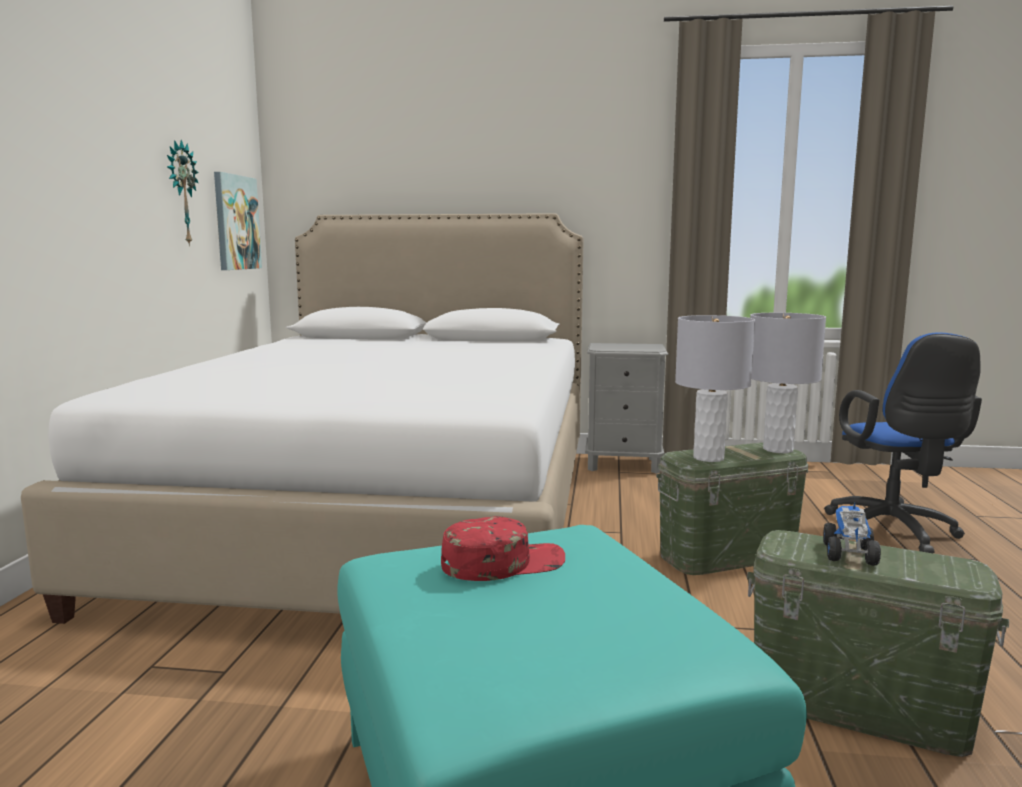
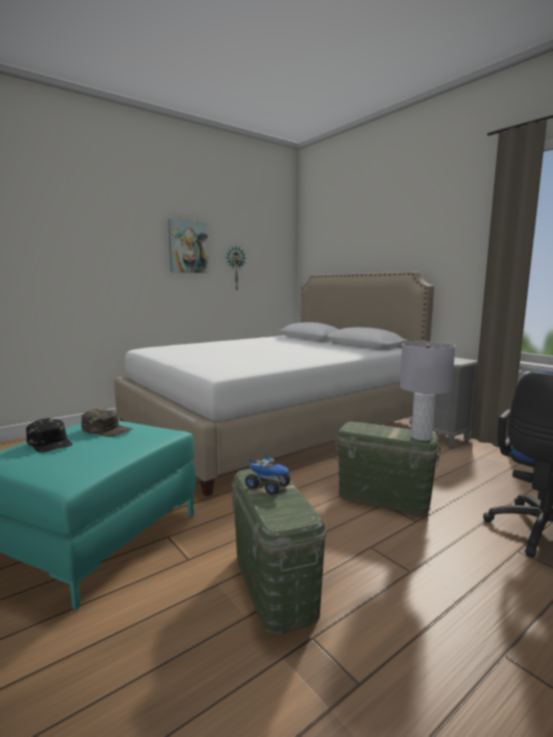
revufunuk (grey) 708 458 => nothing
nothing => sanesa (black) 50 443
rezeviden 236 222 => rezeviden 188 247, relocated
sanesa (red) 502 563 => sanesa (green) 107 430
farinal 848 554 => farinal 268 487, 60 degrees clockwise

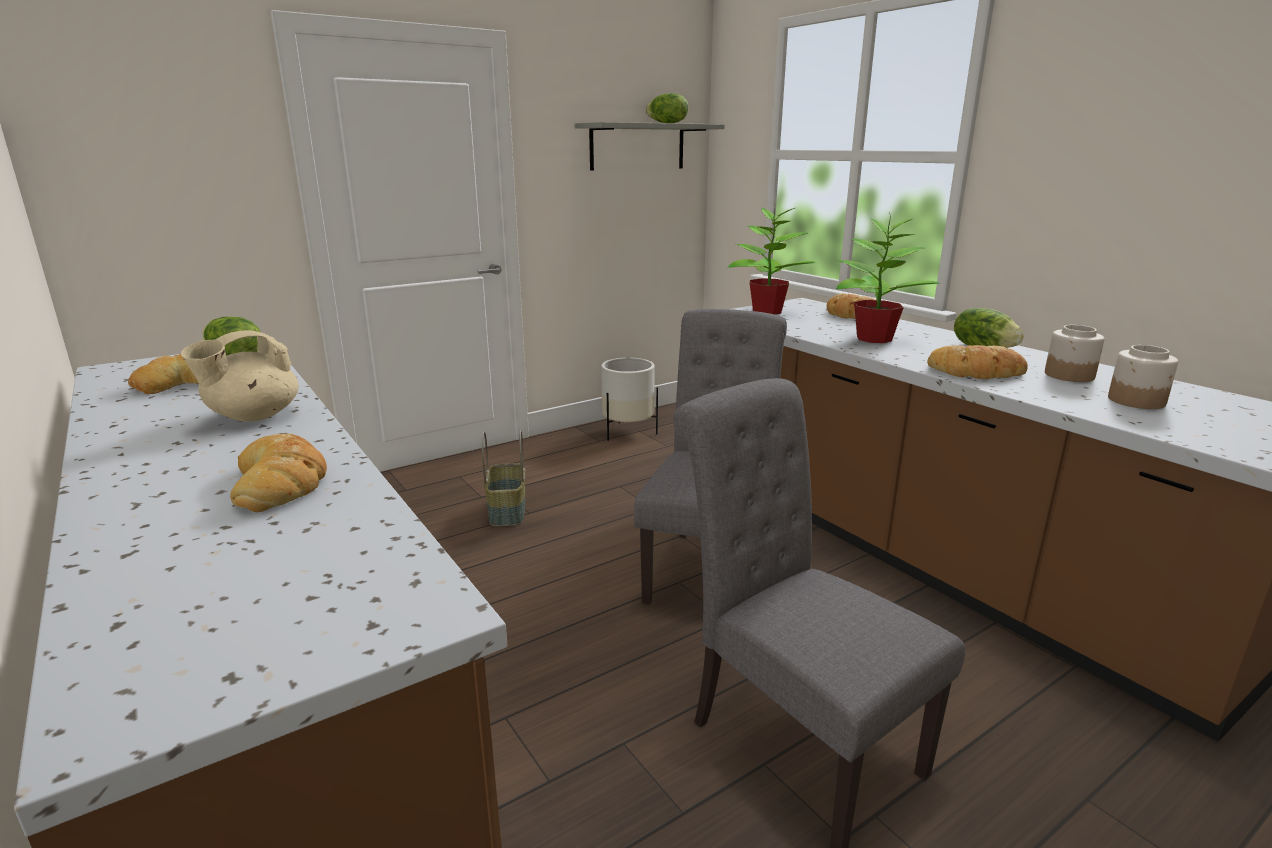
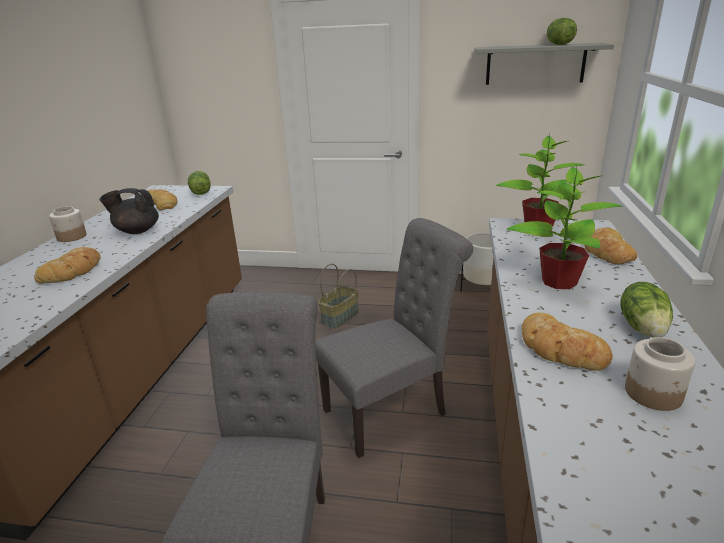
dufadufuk 1137 401 => dufadufuk 71 237, relocated
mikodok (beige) 253 416 => mikodok (black) 137 231

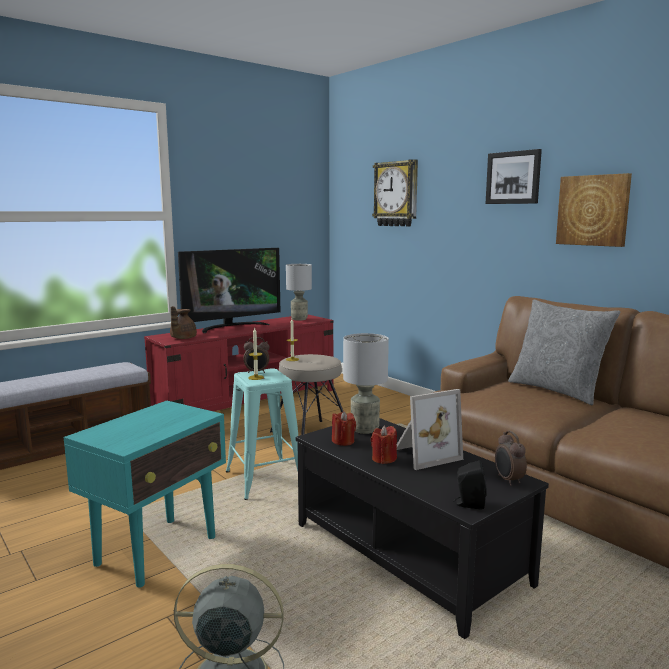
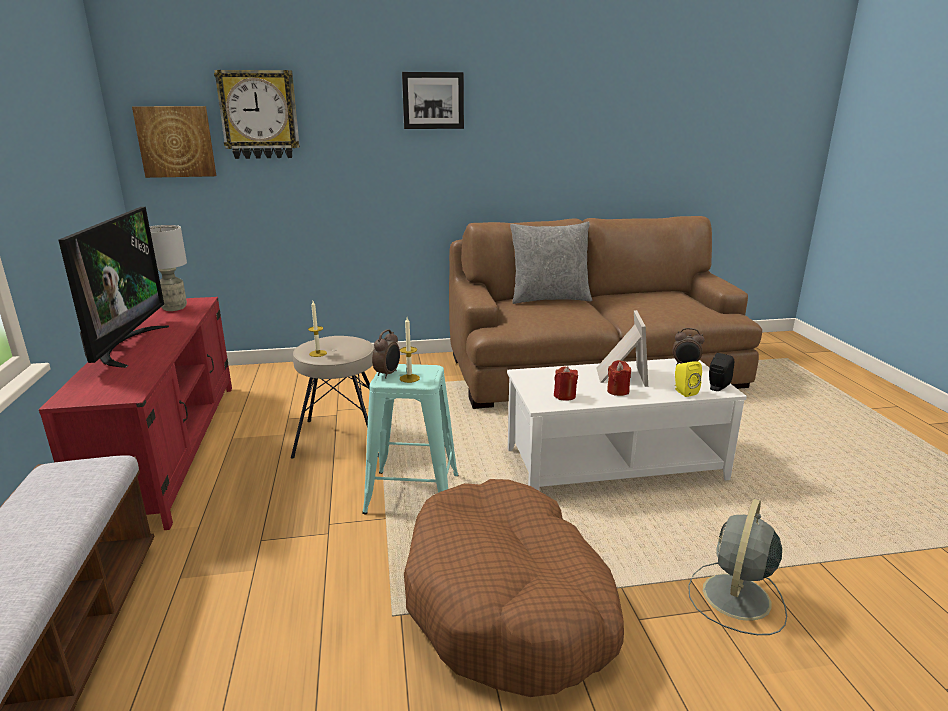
mikodok (brown) 182 338 => nothing
revufunuk (grey) 364 429 => nothing
nothing => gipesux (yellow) 684 392
rezeviden 593 210 => rezeviden 176 142, relocated
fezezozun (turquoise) 158 550 => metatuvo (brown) 509 603
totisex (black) 409 553 => totisex (white) 613 463

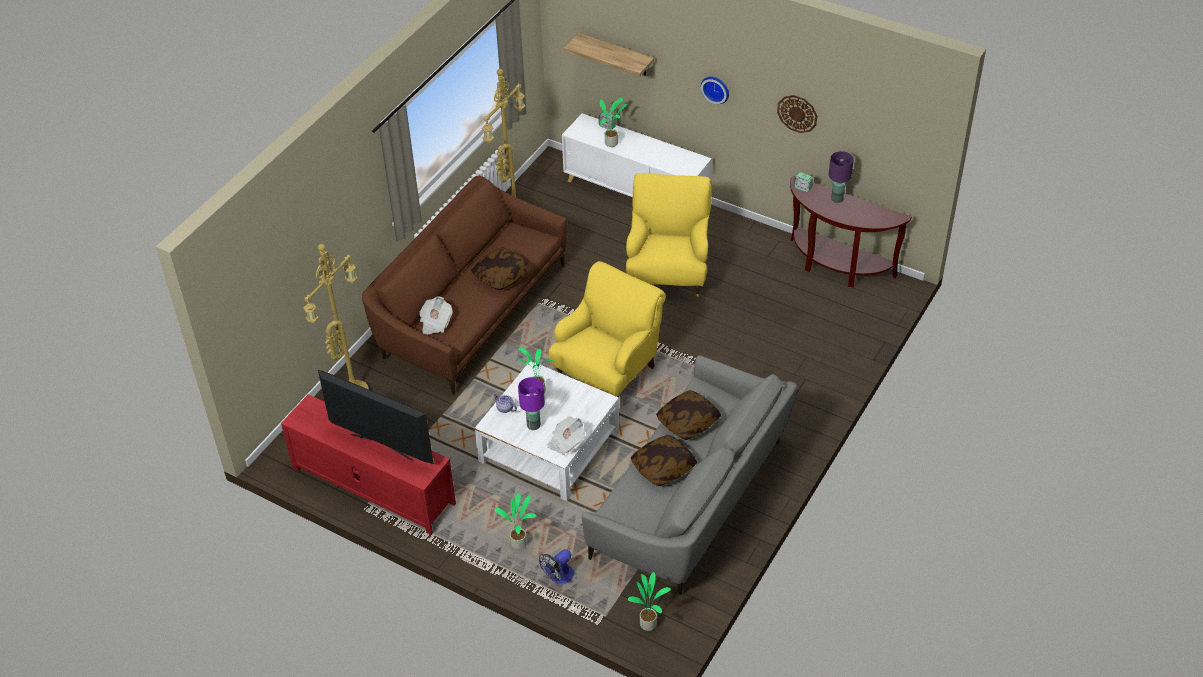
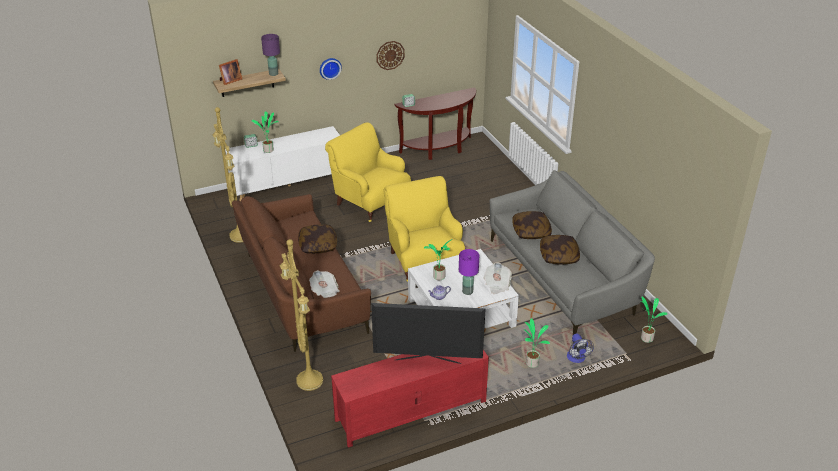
nothing => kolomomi 230 81
revufunuk (purple) 837 199 => revufunuk (purple) 273 74, relocated
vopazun 381 448 => vopazun 427 361, 150 degrees counterclockwise

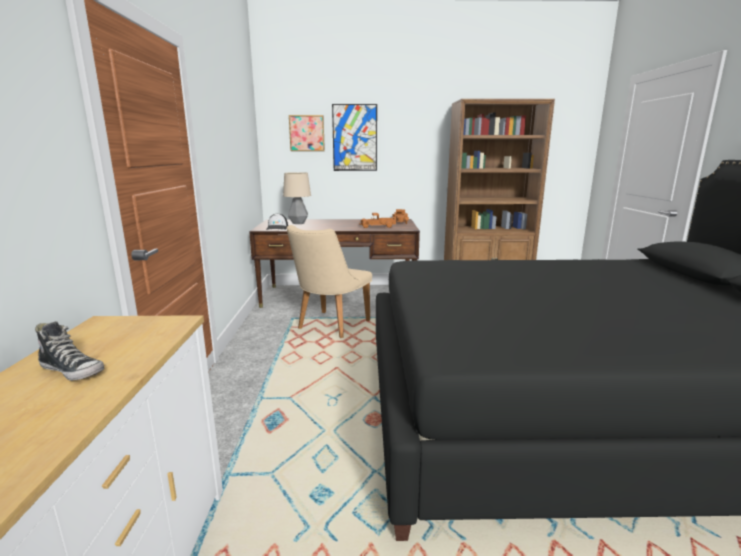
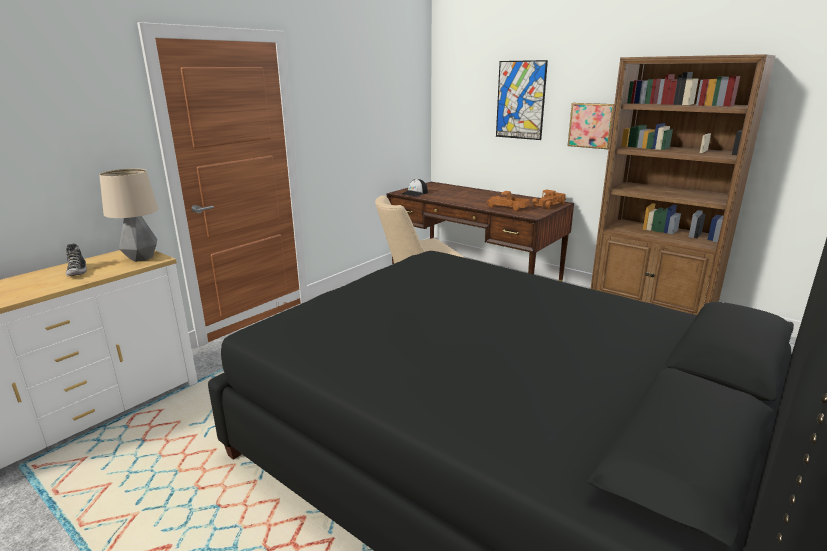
revufunuk 298 223 => revufunuk 141 258, relocated
rezeviden 307 133 => rezeviden 591 125, relocated

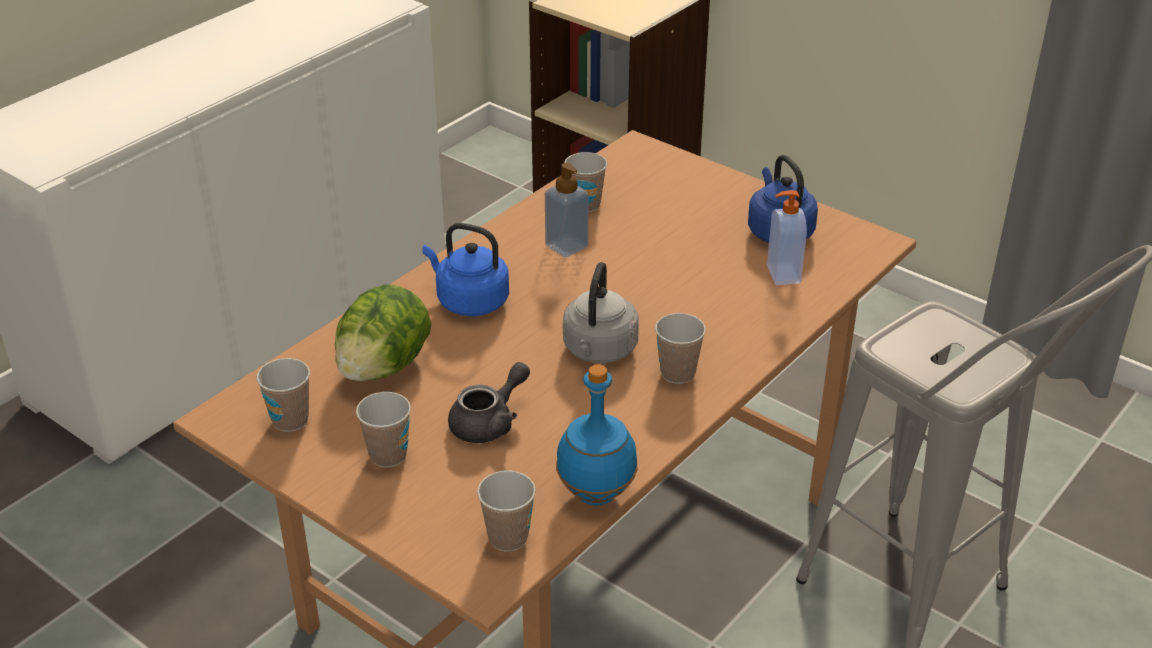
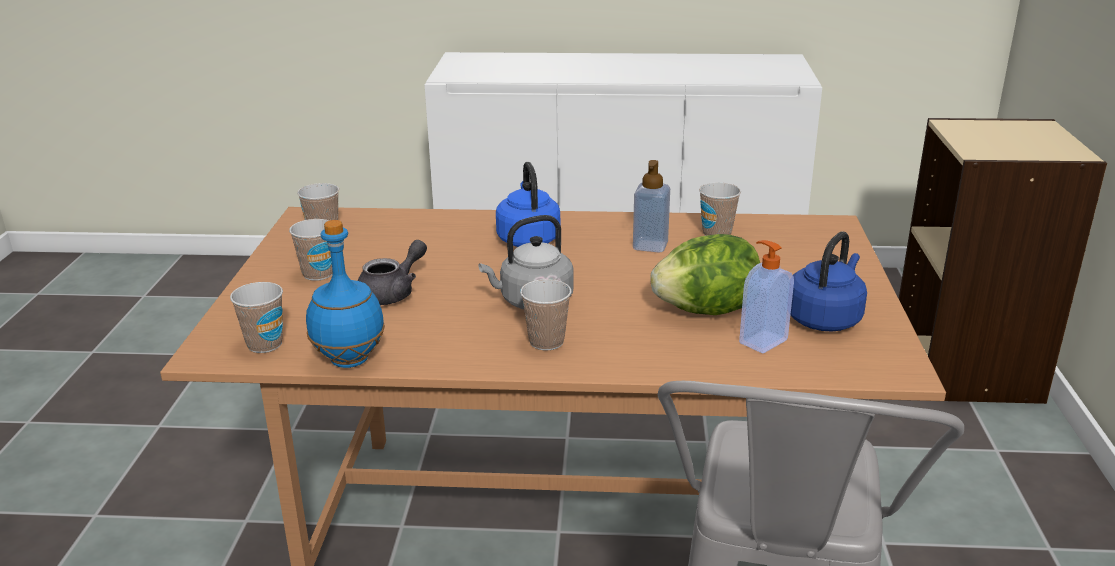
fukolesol 383 367 => fukolesol 707 310, relocated
mikodok (grey) 489 422 => mikodok (grey) 393 293, 60 degrees counterclockwise

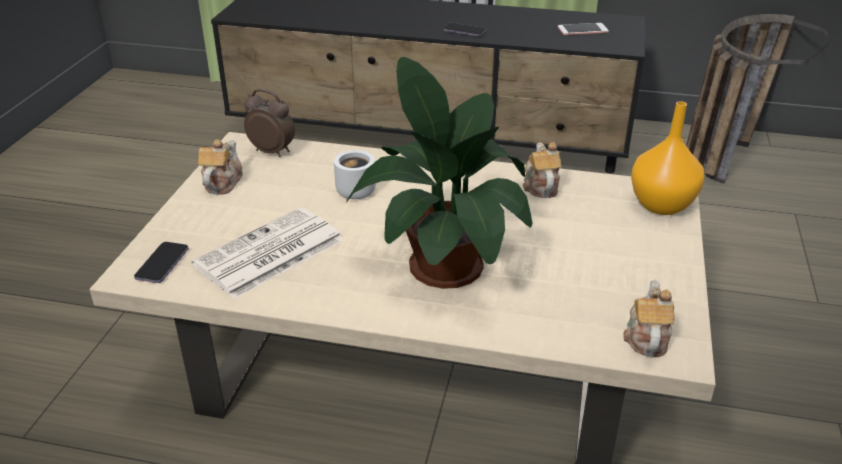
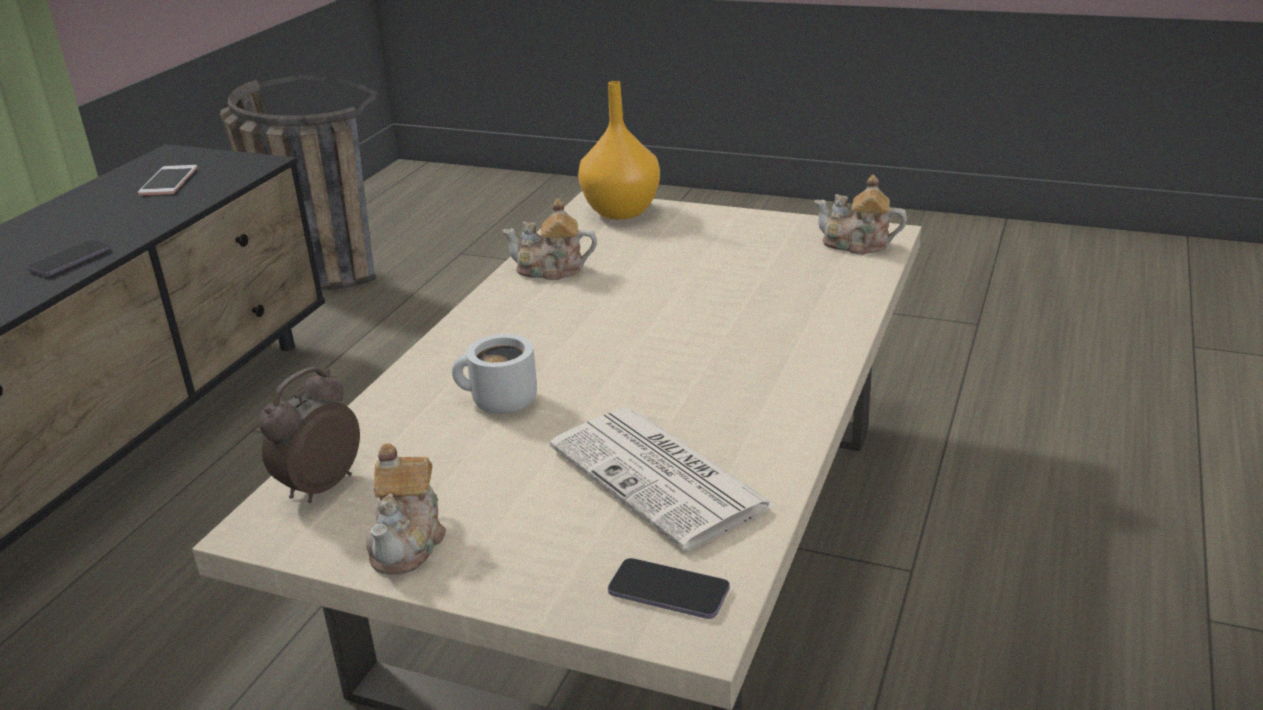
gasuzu 443 261 => nothing
mikodok 222 183 => mikodok 409 541, 105 degrees counterclockwise

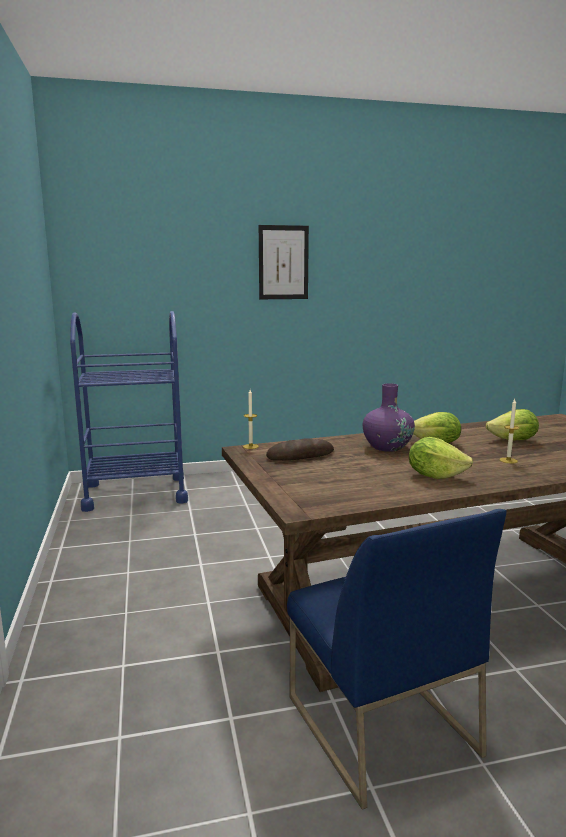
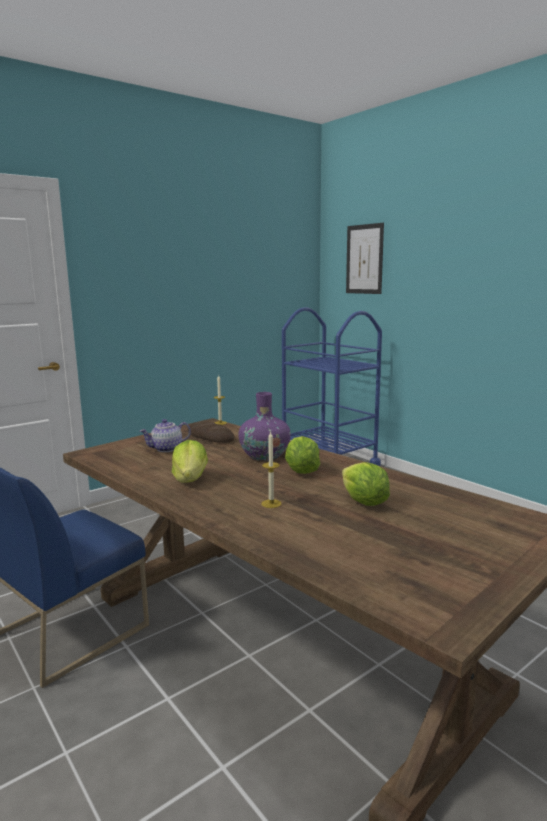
nothing => mikodok 166 449
rezeviden 283 262 => rezeviden 364 259, relocated

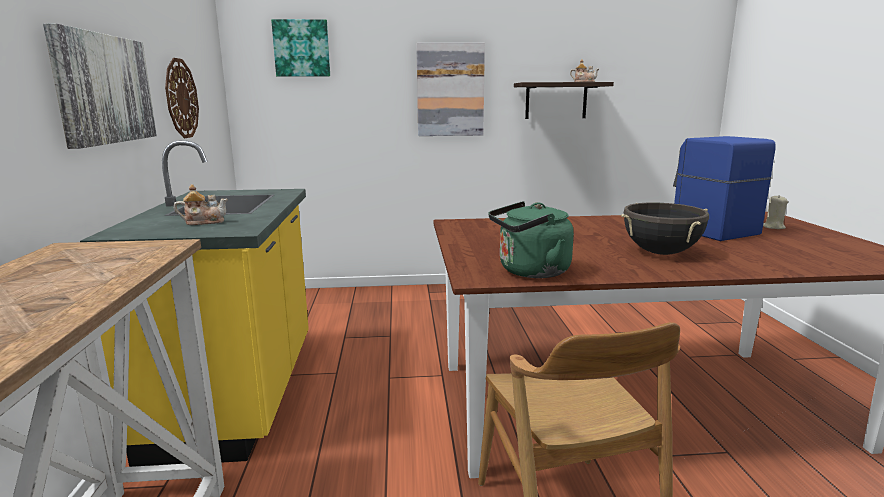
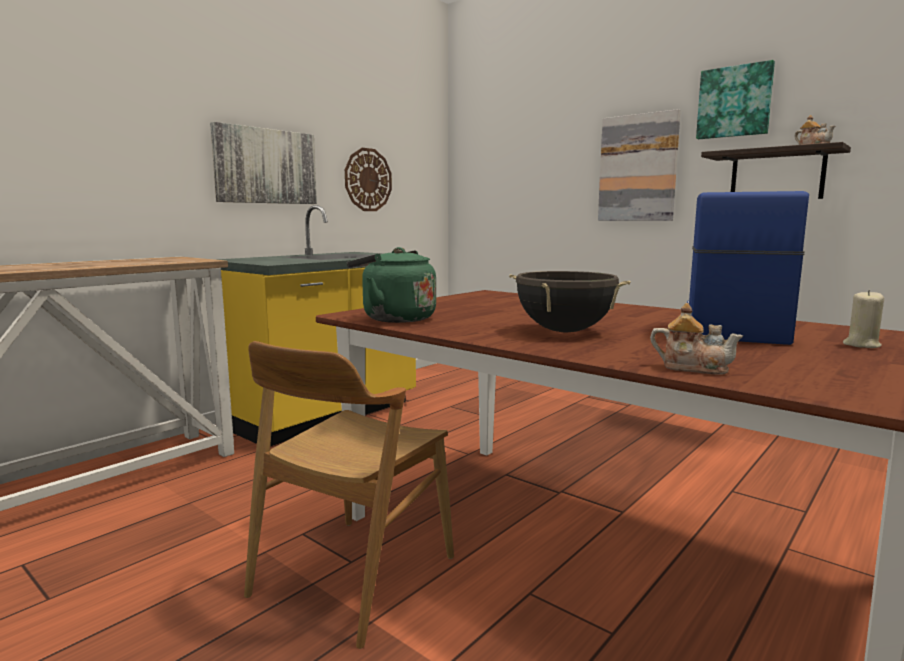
mikodok 204 222 => mikodok 693 368, relocated
rezeviden 302 48 => rezeviden 734 102, relocated

